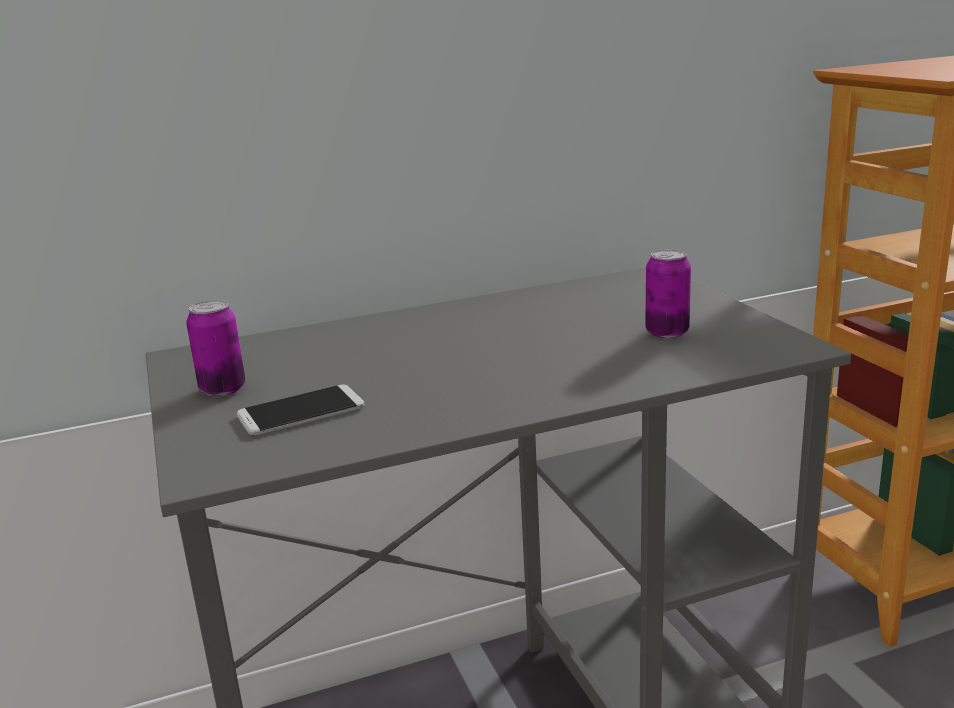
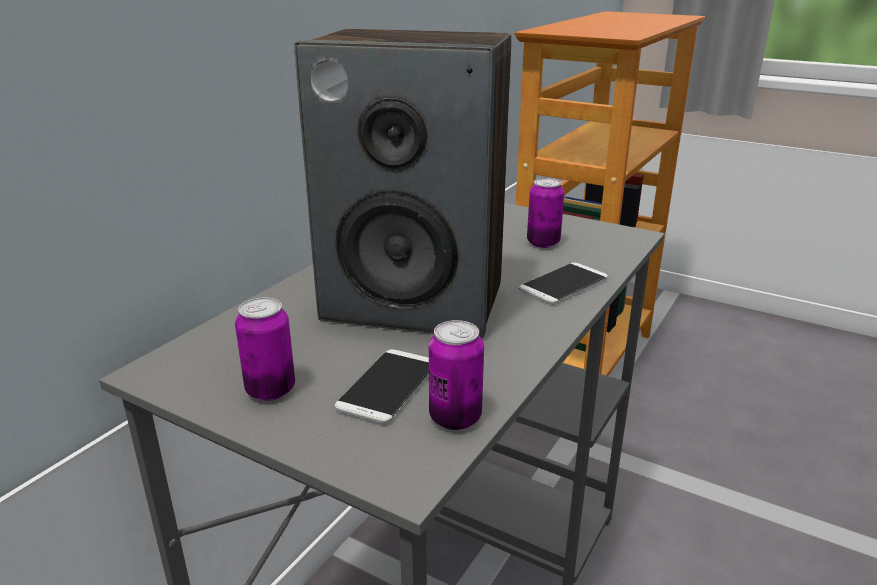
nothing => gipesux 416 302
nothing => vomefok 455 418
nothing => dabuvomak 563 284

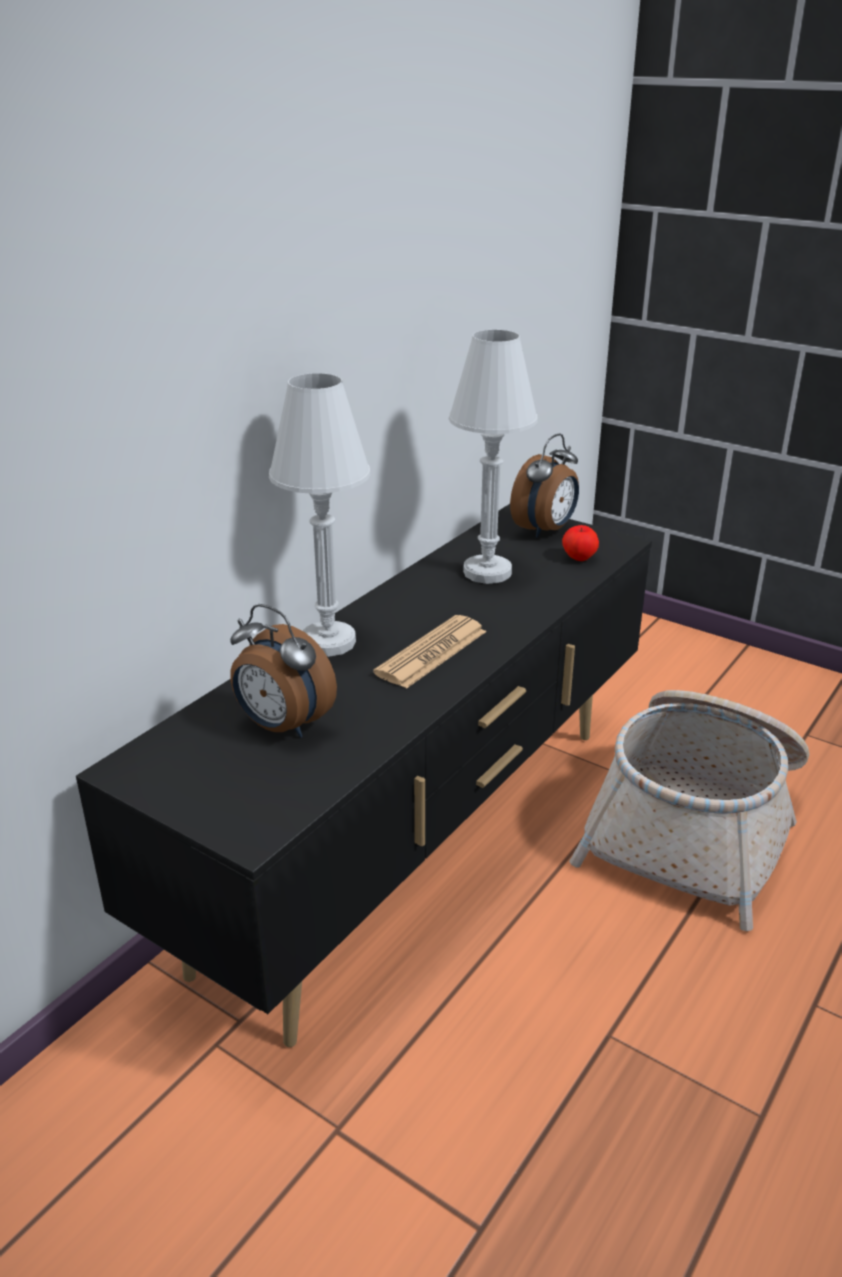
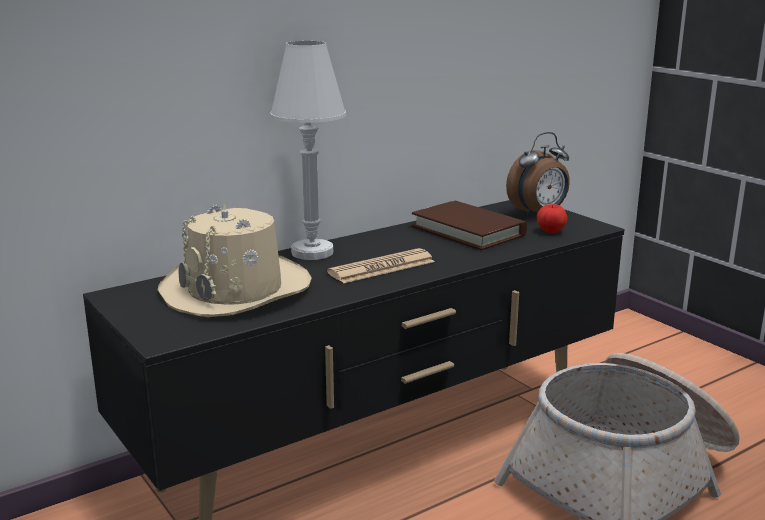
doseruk 282 726 => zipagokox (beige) 237 290
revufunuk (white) 487 572 => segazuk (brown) 468 231

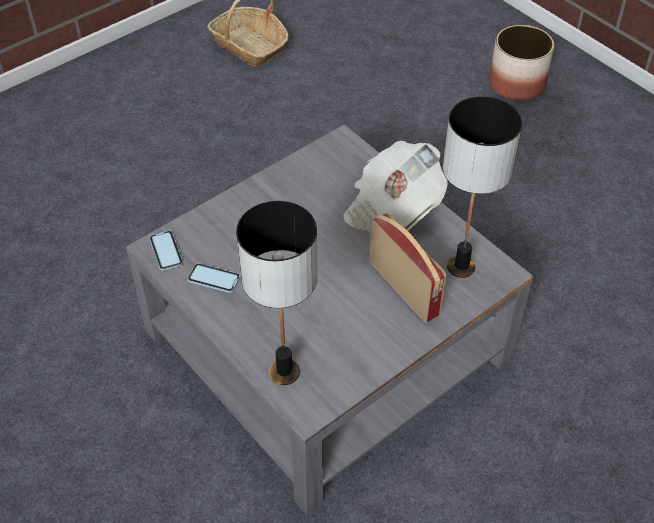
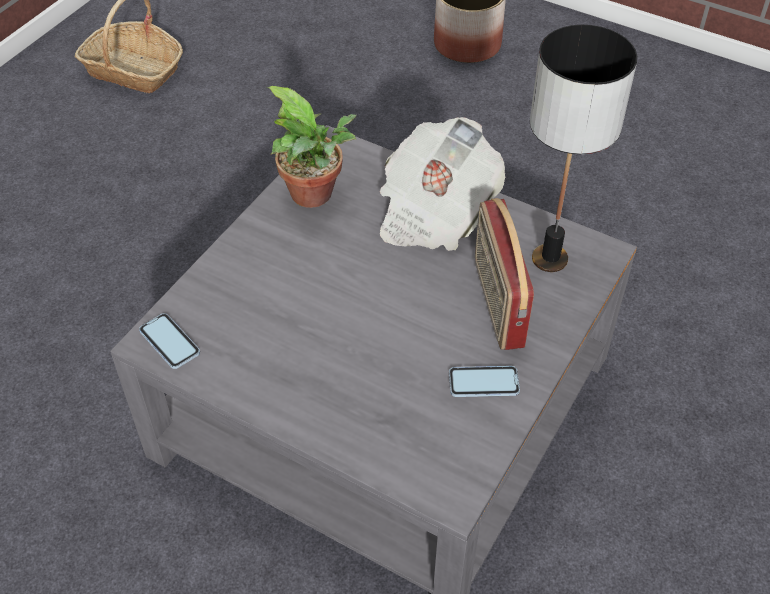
revufunuk 285 372 => nothing
nothing => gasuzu 316 196
dabuvomak 214 279 => dabuvomak 483 383, relocated
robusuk 405 288 => robusuk 496 302, 135 degrees counterclockwise

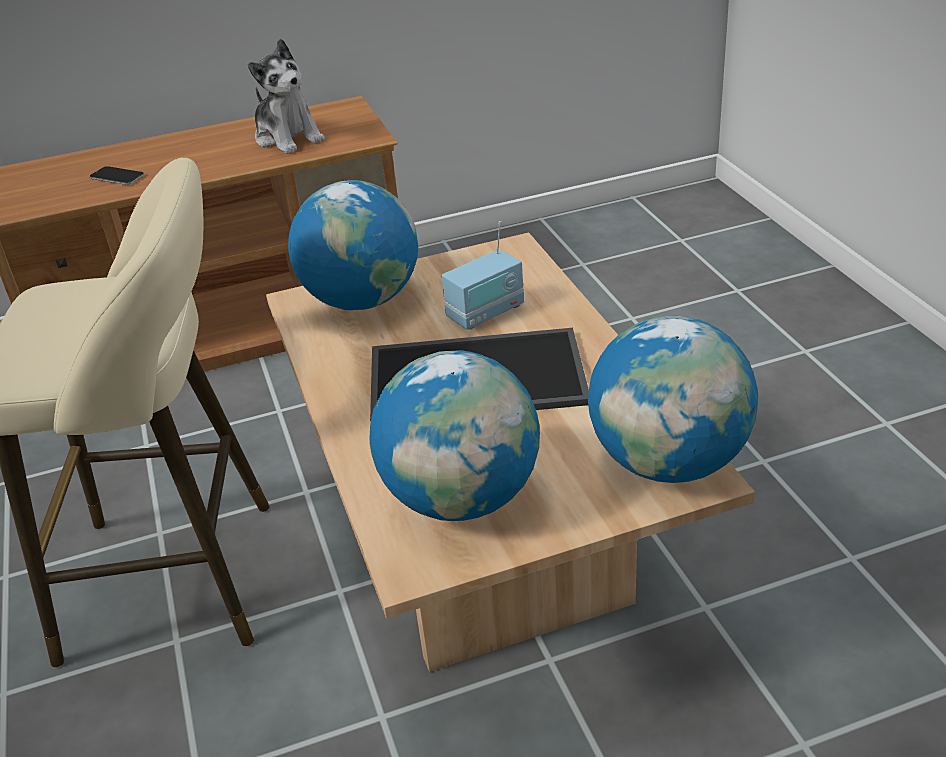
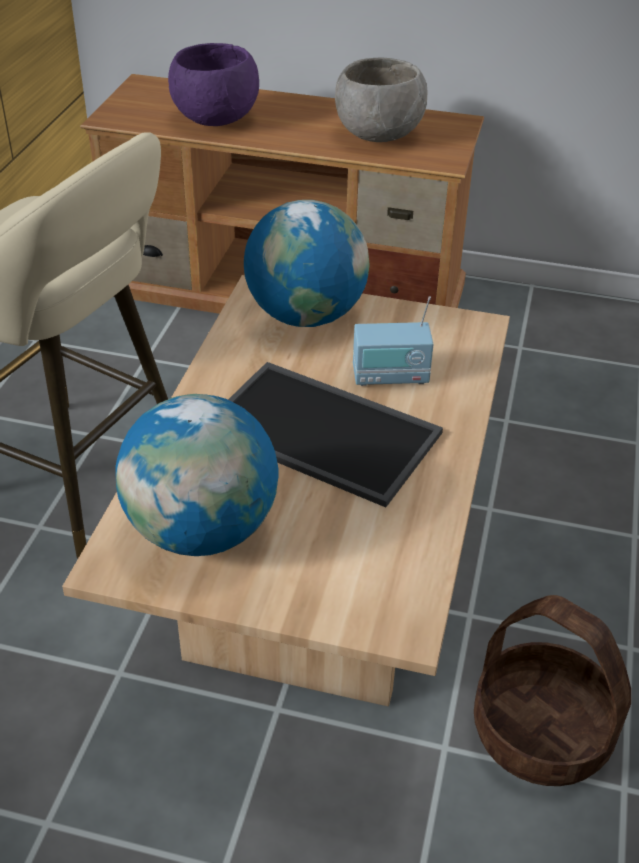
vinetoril 669 462 => nothing
nothing => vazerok 542 731
dabuvomak 117 177 => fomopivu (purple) 216 119
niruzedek 288 138 => fomopivu (grey) 379 135

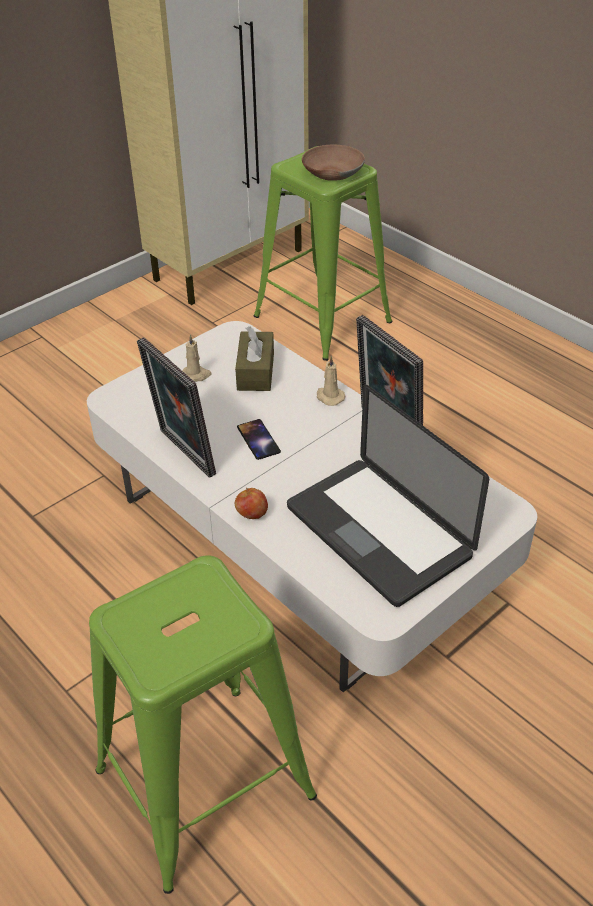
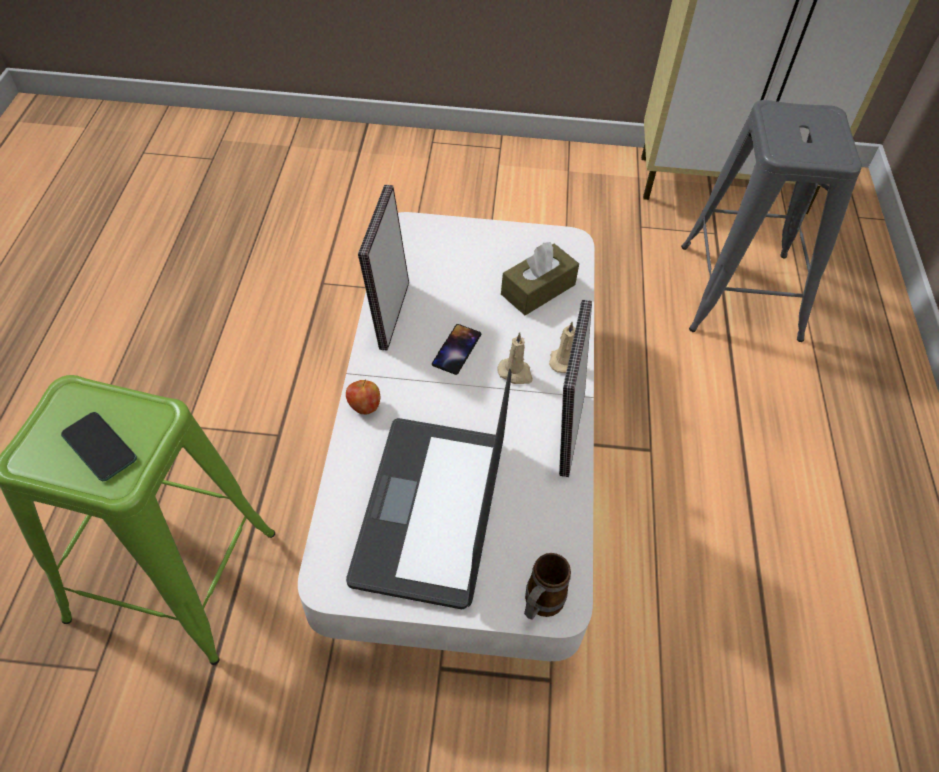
fomopivu (brown) 331 171 => nothing
nothing => dabuvomak 99 447
nothing => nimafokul 539 605
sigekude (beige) 196 375 => sigekude (beige) 516 373, relocated
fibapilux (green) 321 318 => fibapilux (grey) 739 290

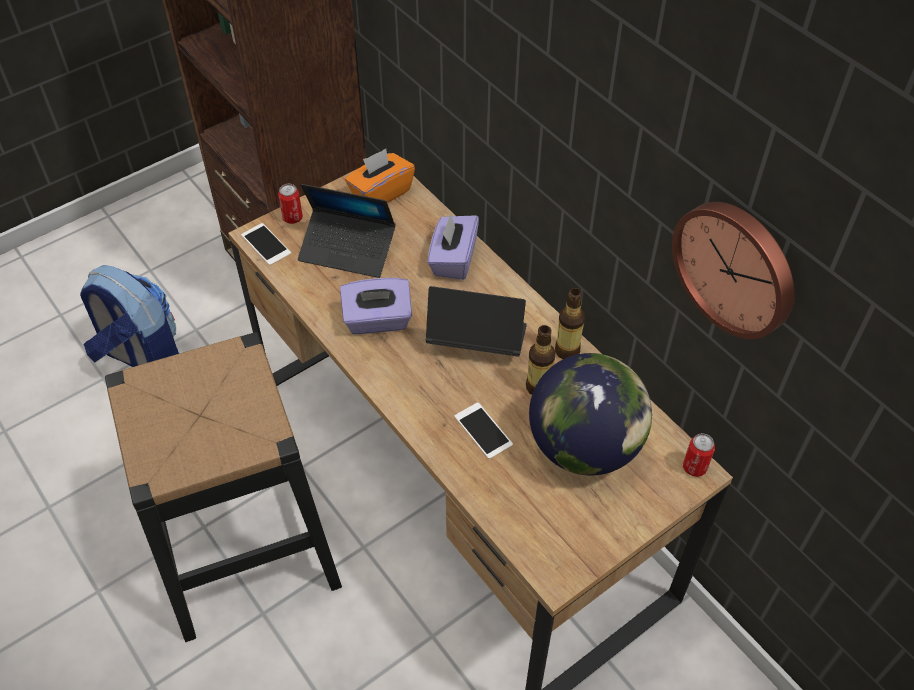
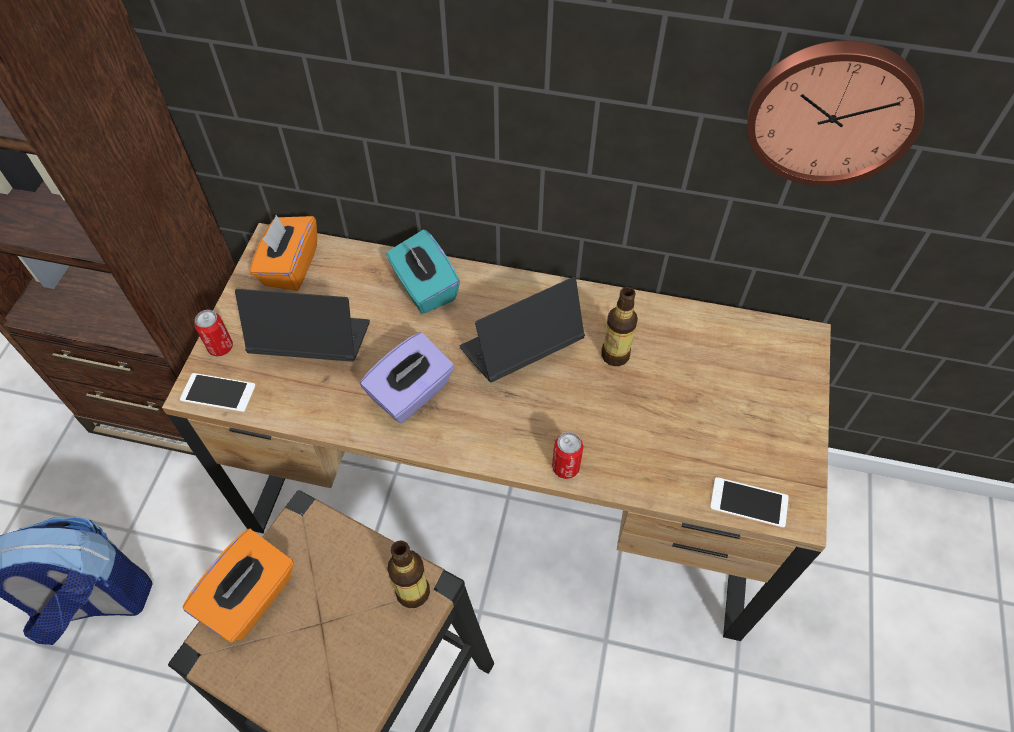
vinetoril 585 446 => nothing
nothing => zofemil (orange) 251 597
dabuvomak 483 431 => dabuvomak 749 502, relocated
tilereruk 567 351 => tilereruk 413 592, relocated
vomefok 694 467 => vomefok 565 467, relocated
zofemil (purple) 453 260 => zofemil (turquoise) 424 288
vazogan 347 250 => vazogan 312 343, 150 degrees counterclockwise

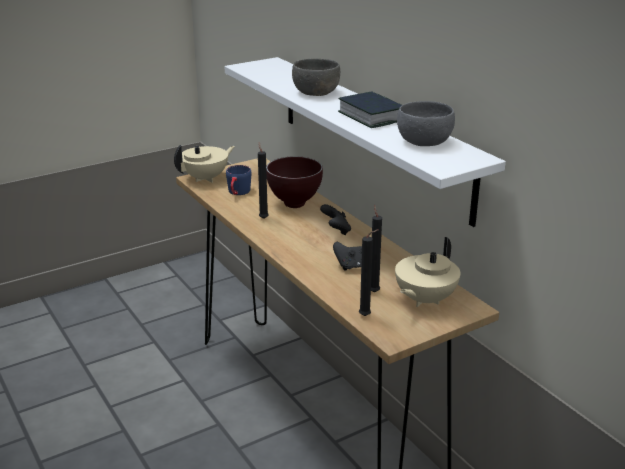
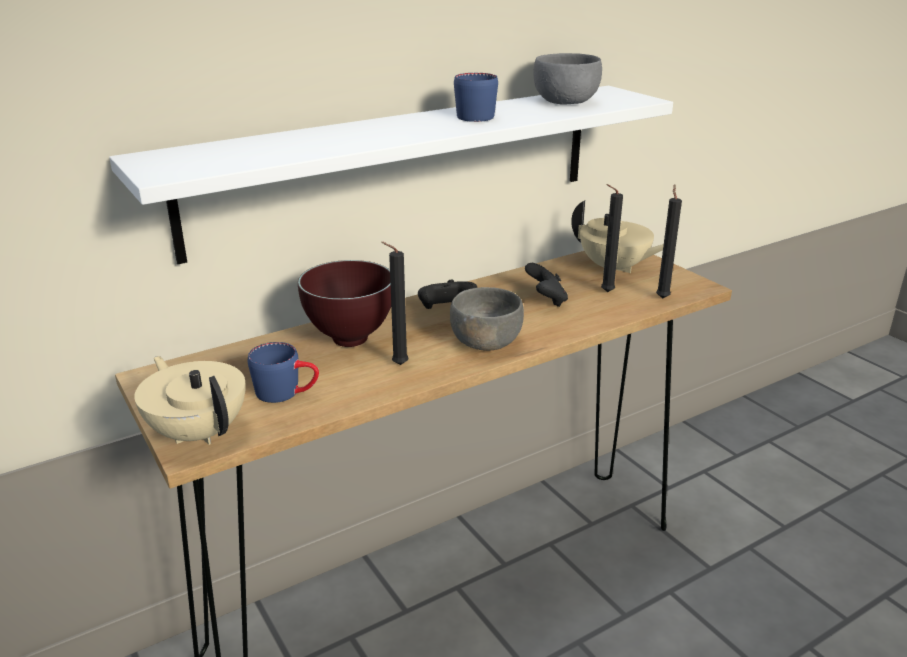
fomopivu (grey) 315 92 => fomopivu (grey) 485 342, relocated
segazuk 371 116 => nimafokul (blue) 475 115

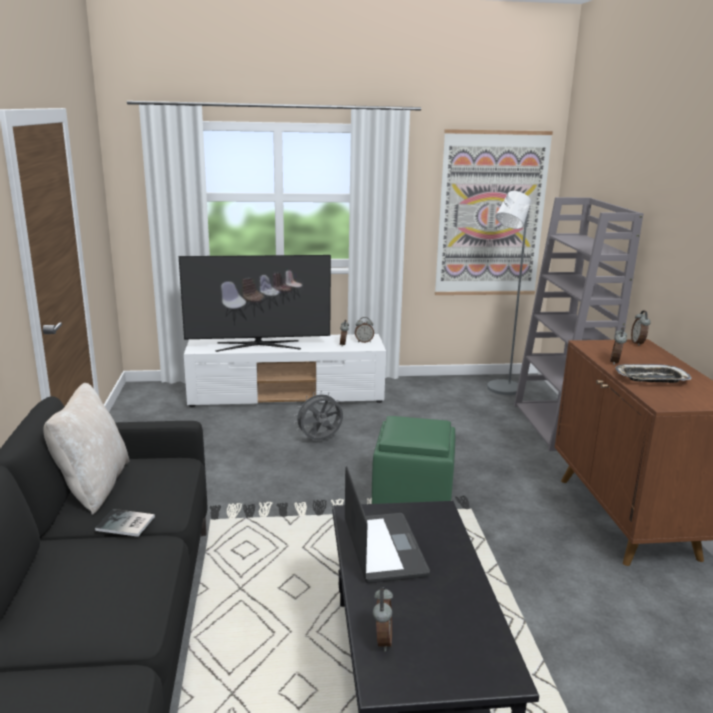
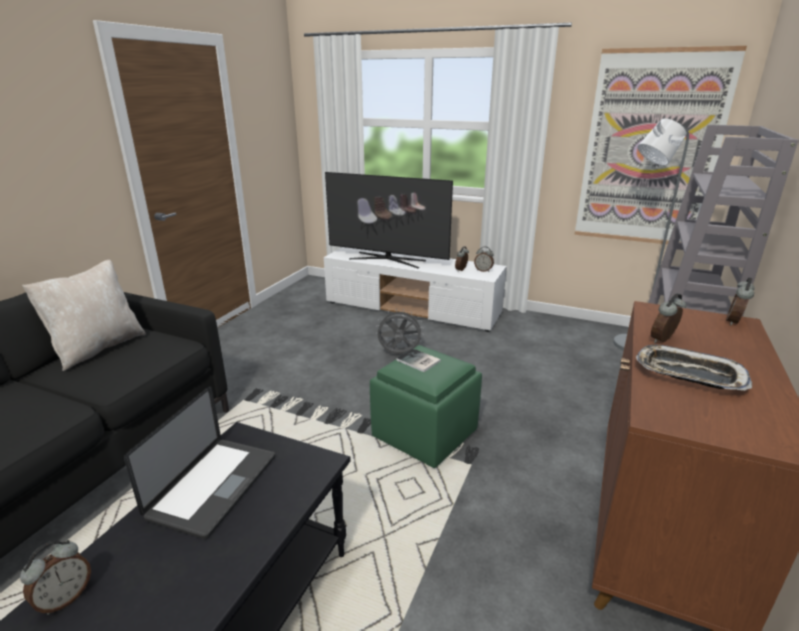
segazuk 126 524 => segazuk 418 361, relocated

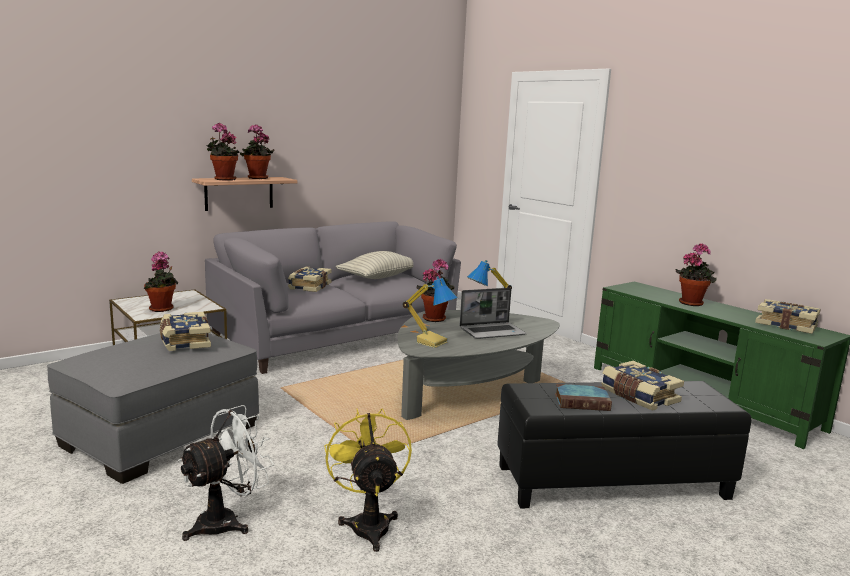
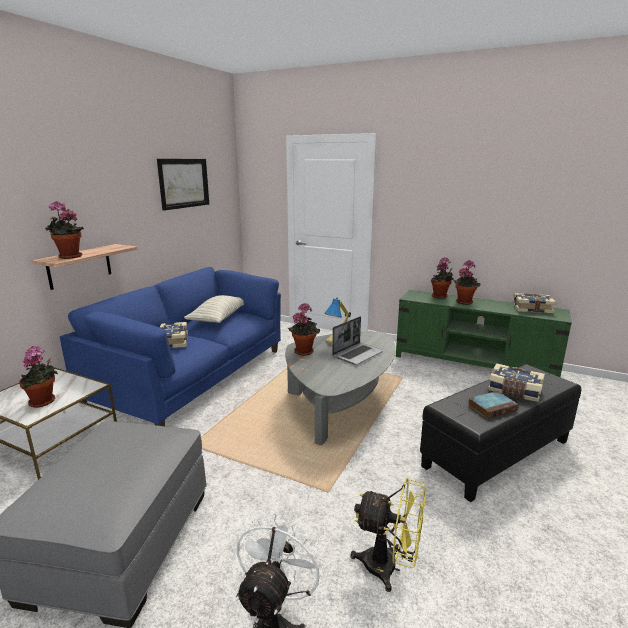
segazuk 184 341 => nothing
revufunuk 432 342 => nothing
nothing => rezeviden 184 183
gasuzu 257 178 => gasuzu 440 297, relocated
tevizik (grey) 336 336 => tevizik (blue) 192 375
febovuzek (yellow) 368 523 => febovuzek (yellow) 389 568, 150 degrees clockwise

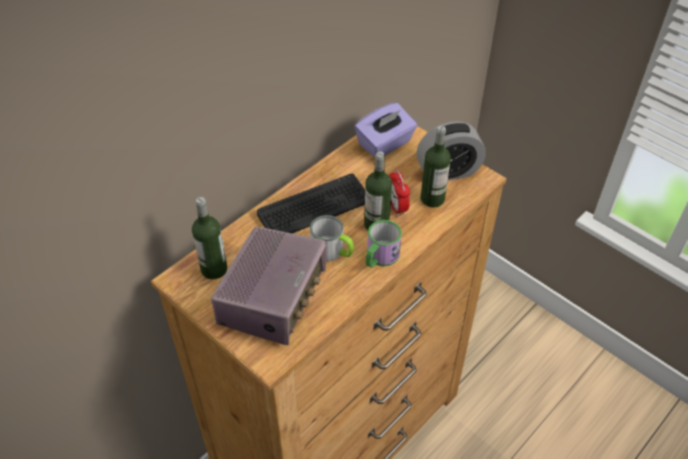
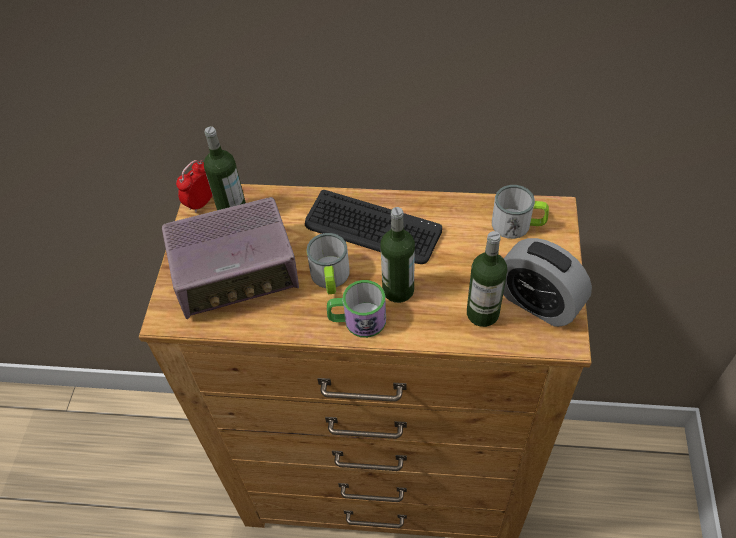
doseruk 397 207 => doseruk 201 202, relocated
zofemil (purple) 385 144 => nimafokul 518 225

